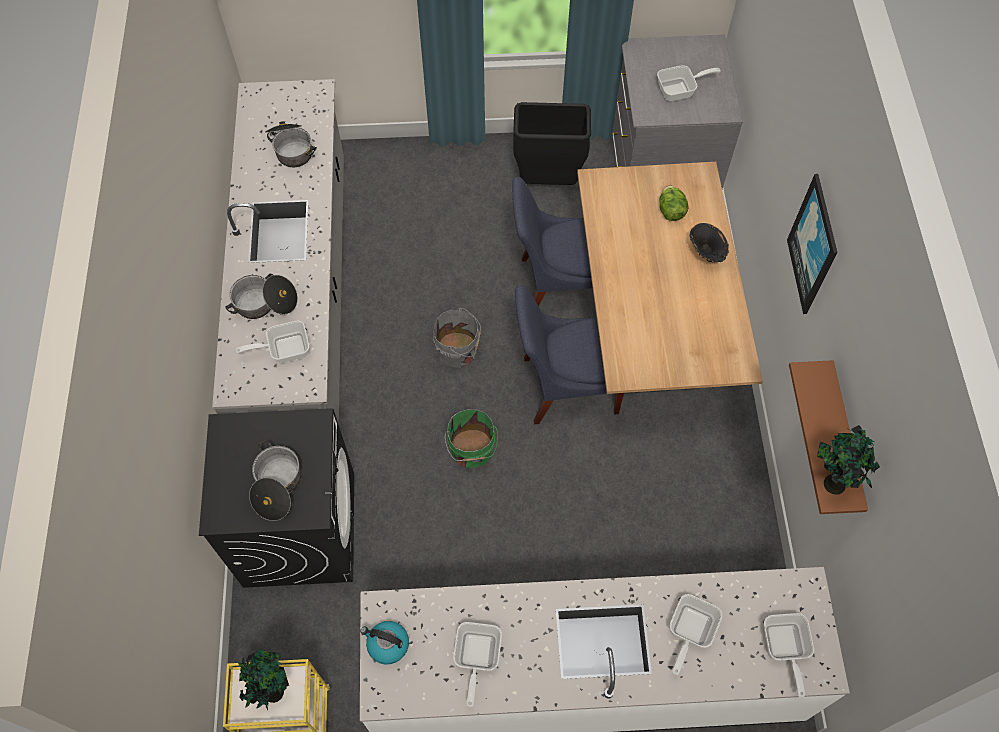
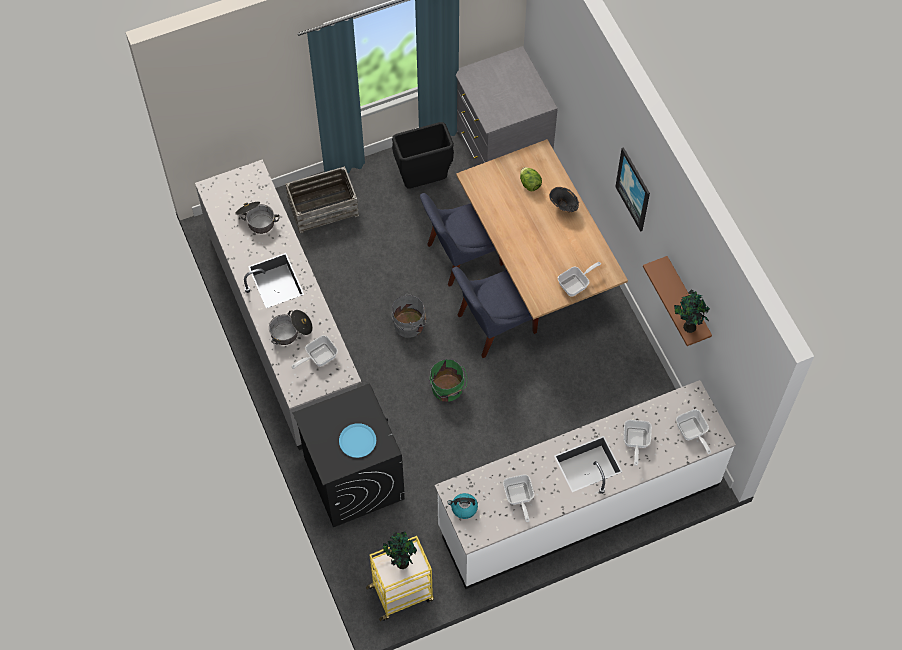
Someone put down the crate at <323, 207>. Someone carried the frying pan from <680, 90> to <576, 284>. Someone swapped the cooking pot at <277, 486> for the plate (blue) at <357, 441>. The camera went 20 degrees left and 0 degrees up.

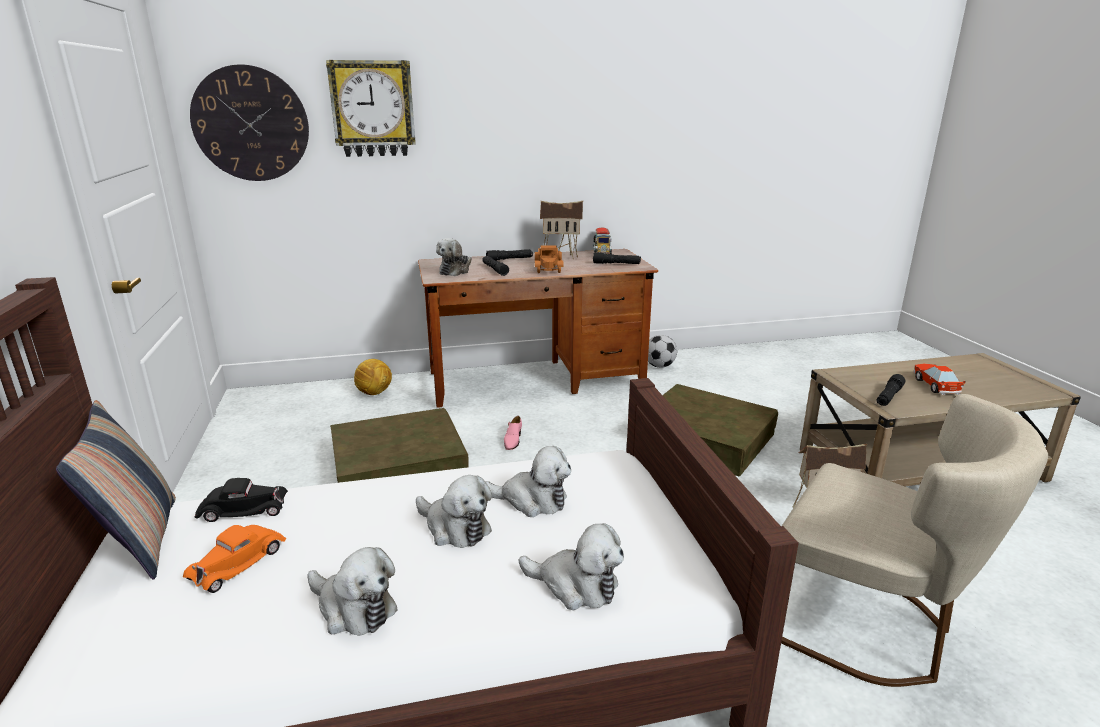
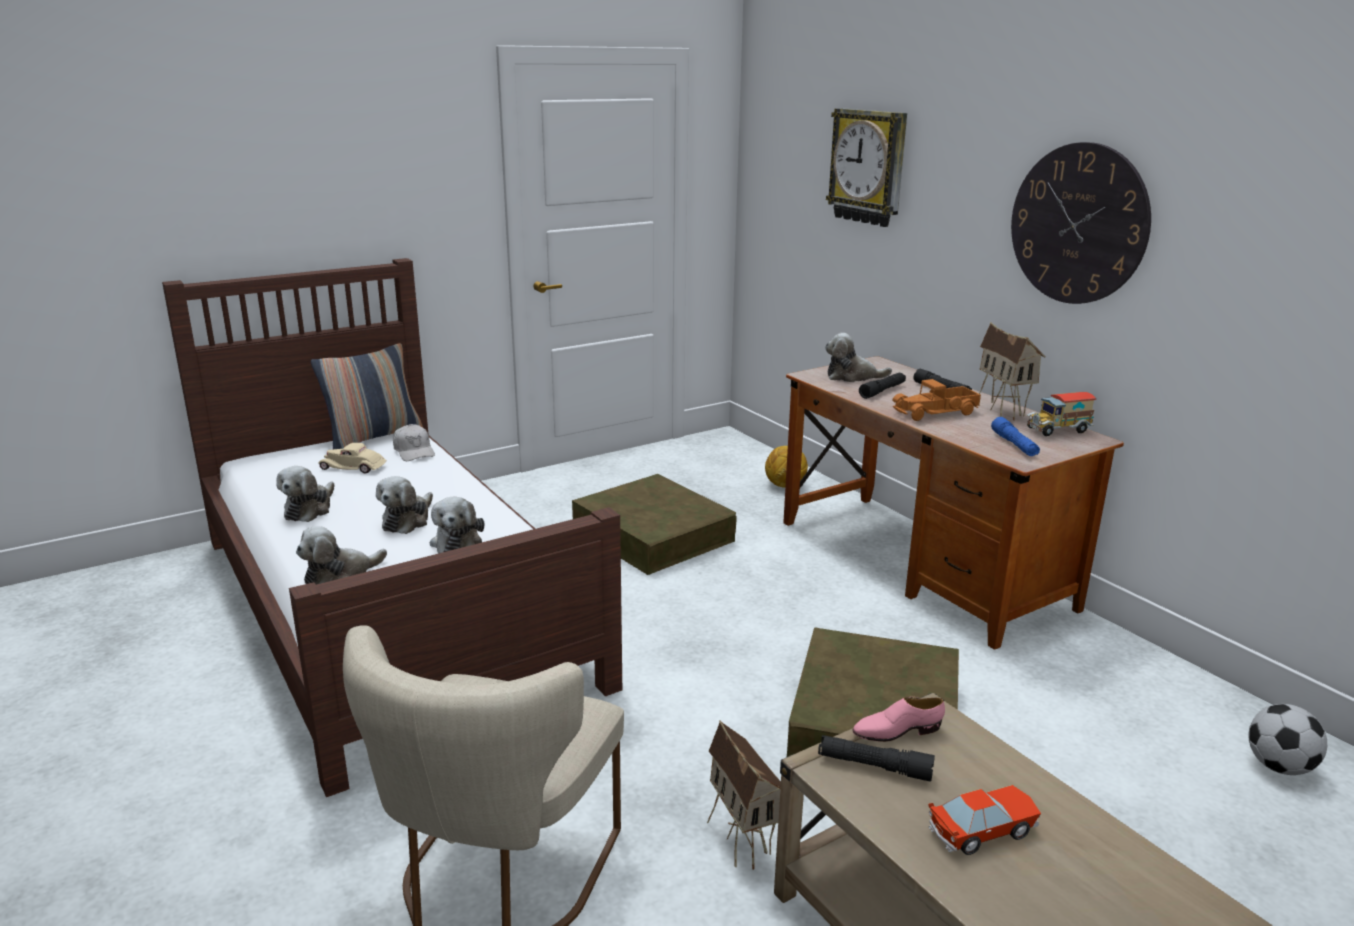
Someone carried the wall clock from <251, 124> to <1078, 224>. Someone carried the shoe (pink) from <512, 440> to <896, 731>. Someone carried the football from <660, 366> to <1279, 767>. Someone swapped the toy car (black) at <243, 509> for the cap (white) at <414, 451>. Someone repainted the toy car (orange) at <238, 562>, which became the toy car (beige) at <353, 467>. Someone repainted the flashlight (black) at <616, 264>, which became the flashlight (blue) at <1014, 445>. Someone rotated the plush toy at <576, 585> by 45 degrees clockwise. The camera went 70 degrees right and 0 degrees up.

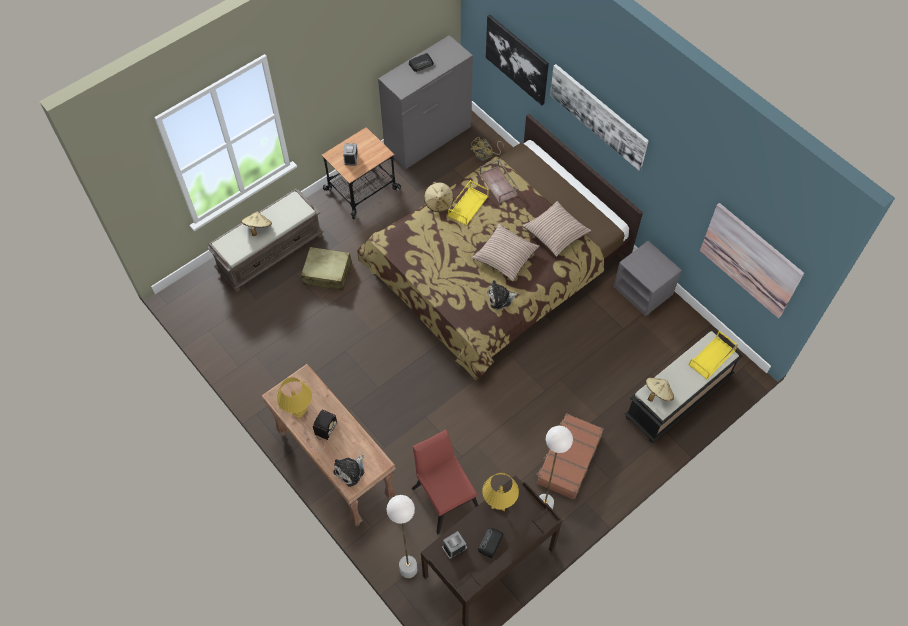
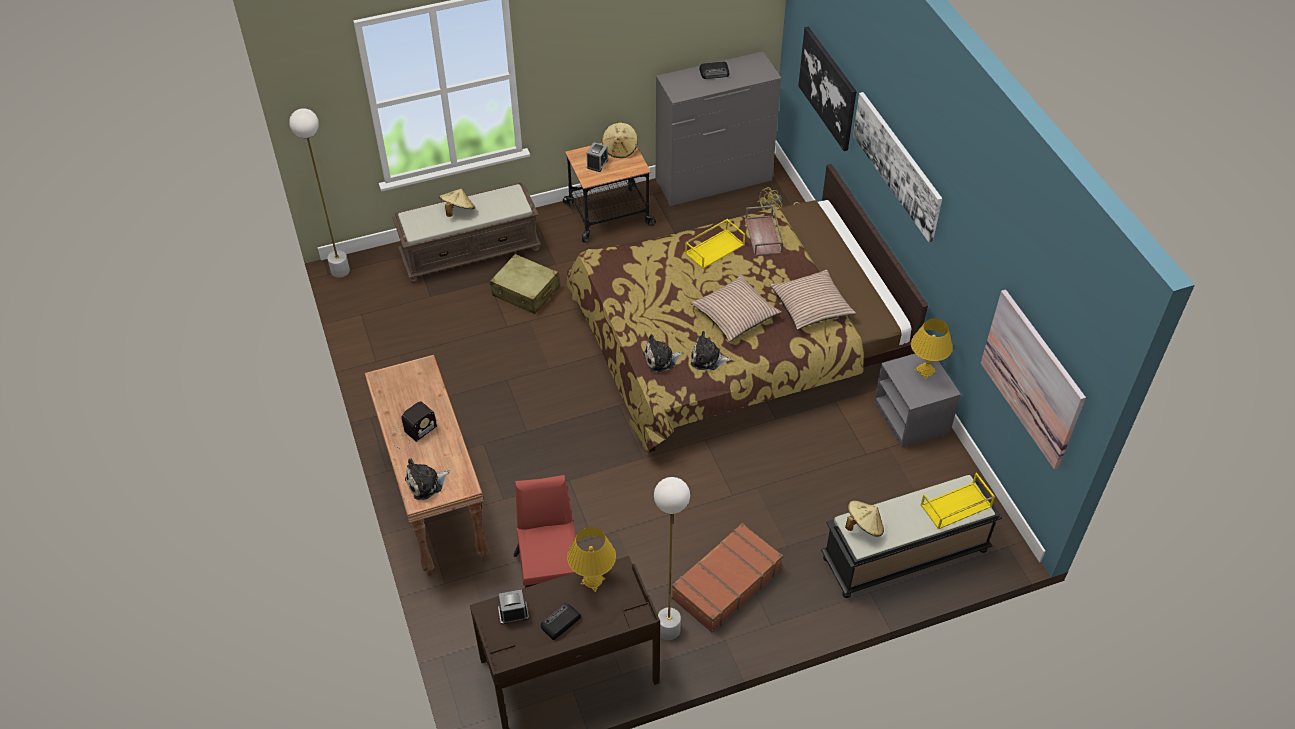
Someone put down the plush toy at <661, 359>. Someone carried the table lamp (yellow) from <298, 411> to <925, 371>. Someone carried the floor lamp (white) from <408, 569> to <340, 270>. Someone carried the hat (beige) from <439, 202> to <620, 149>. The camera went 20 degrees right and 10 degrees down.

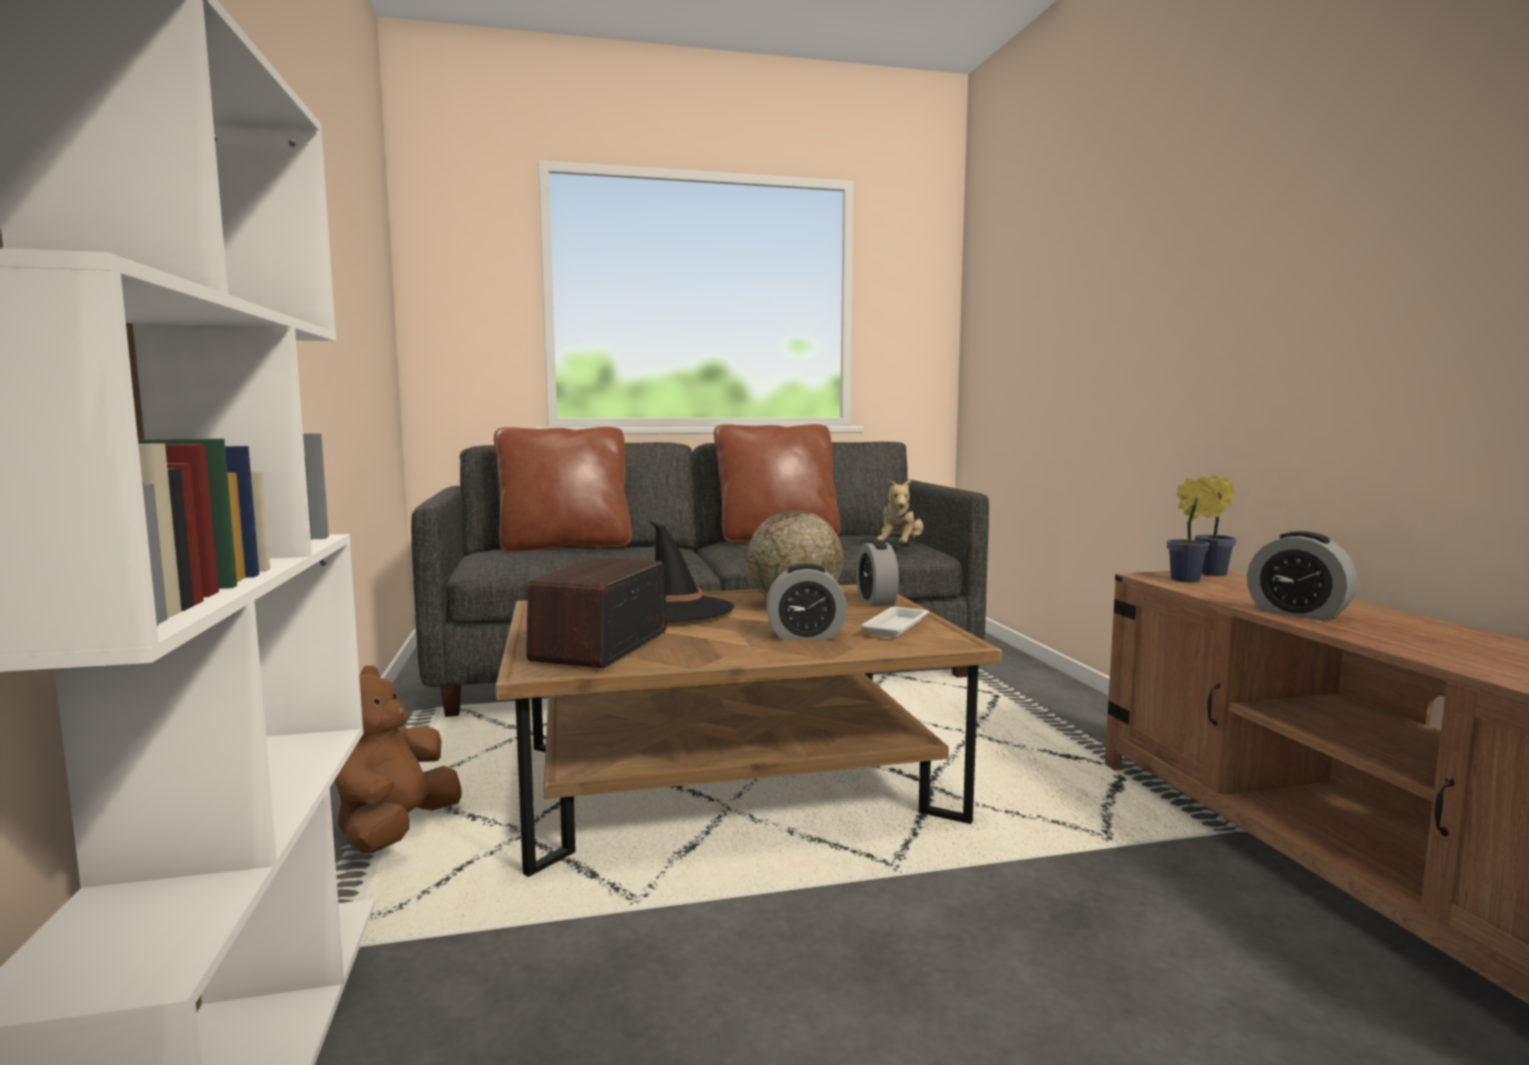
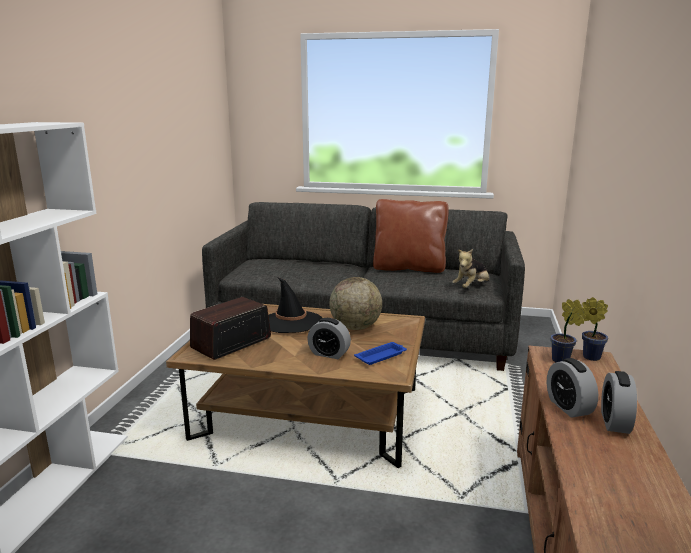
Someone took away the plush toy (brown) at <395, 831>. Someone took away the pillow (brown) at <565, 547>. Someone carried the alarm clock from <876, 601> to <614, 422>. Someone repainted the tray (white) at <896, 626>, which became the tray (blue) at <381, 356>. The camera went 25 degrees right and 10 degrees up.

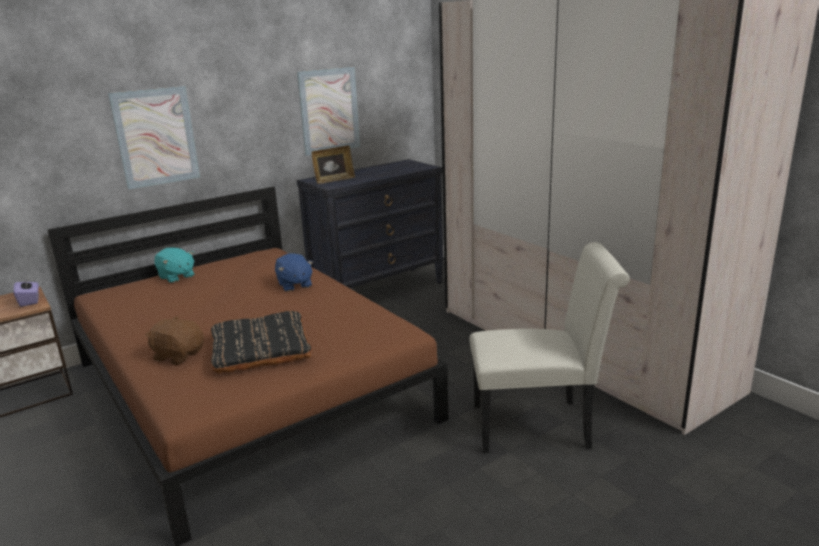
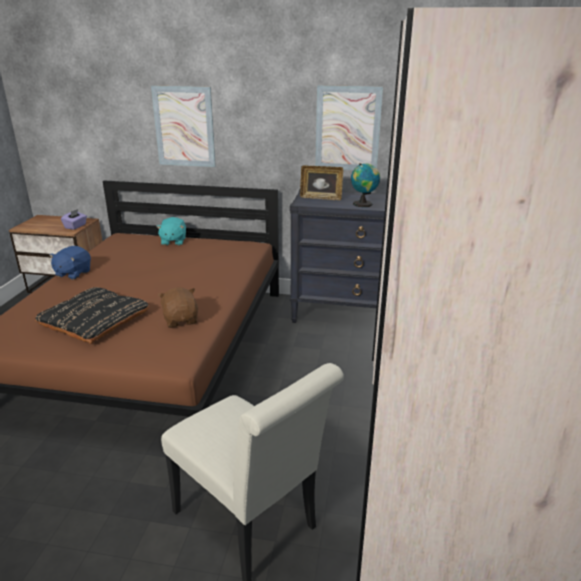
Someone put down the globe at <364, 204>. Someone carried the plush toy (brown) from <178, 355> to <181, 320>. Someone carried the plush toy (blue) from <294, 285> to <73, 273>. The camera went 45 degrees right and 5 degrees up.

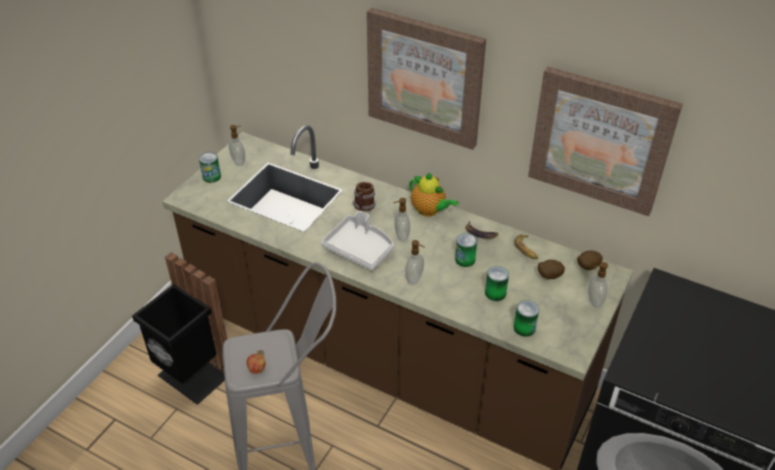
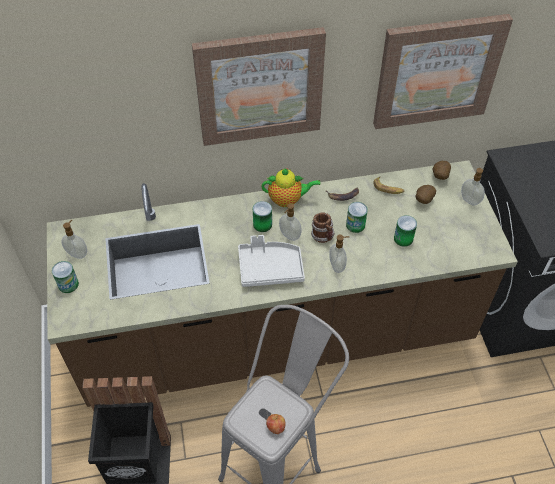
Someone carried the mug from <364, 207> to <323, 237>. Someone carried the can from <524, 328> to <262, 224>. The camera went 40 degrees left and 10 degrees up.

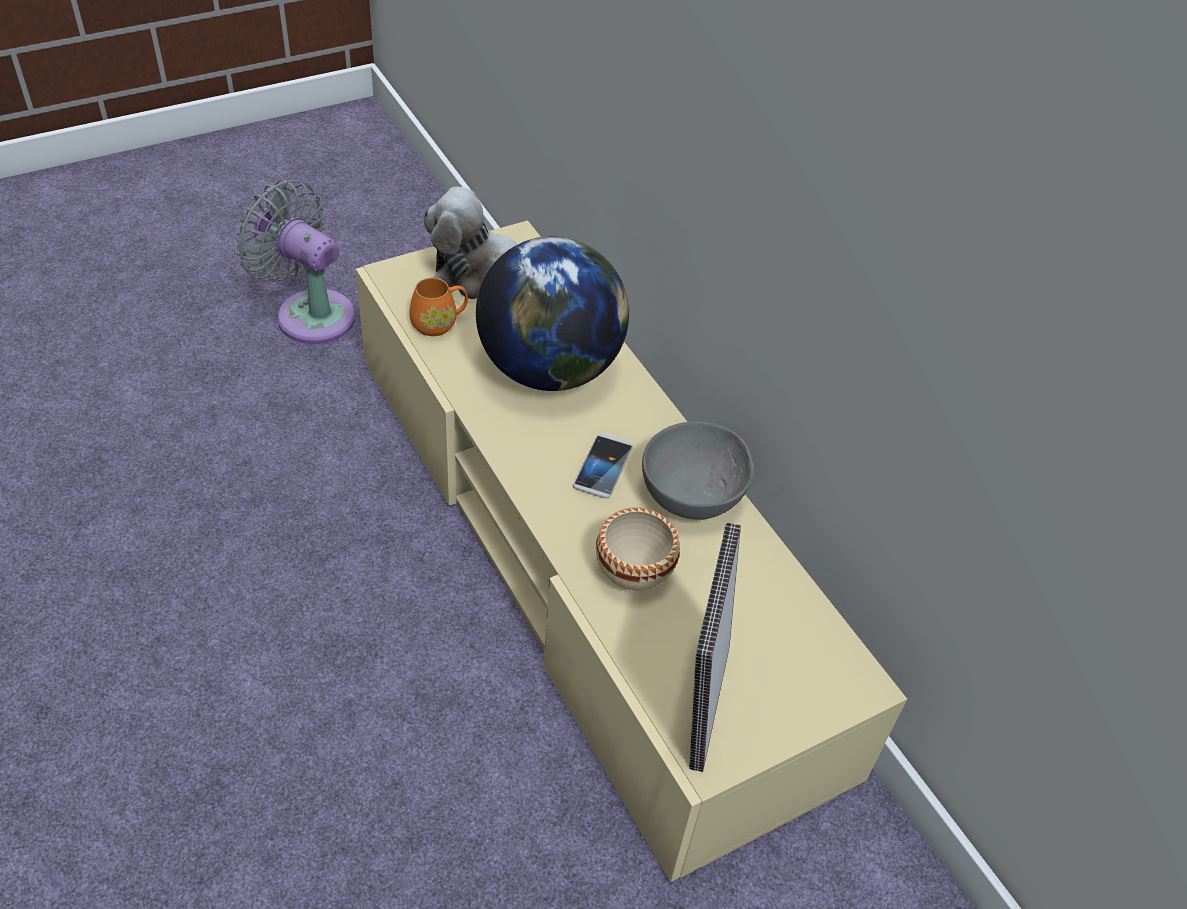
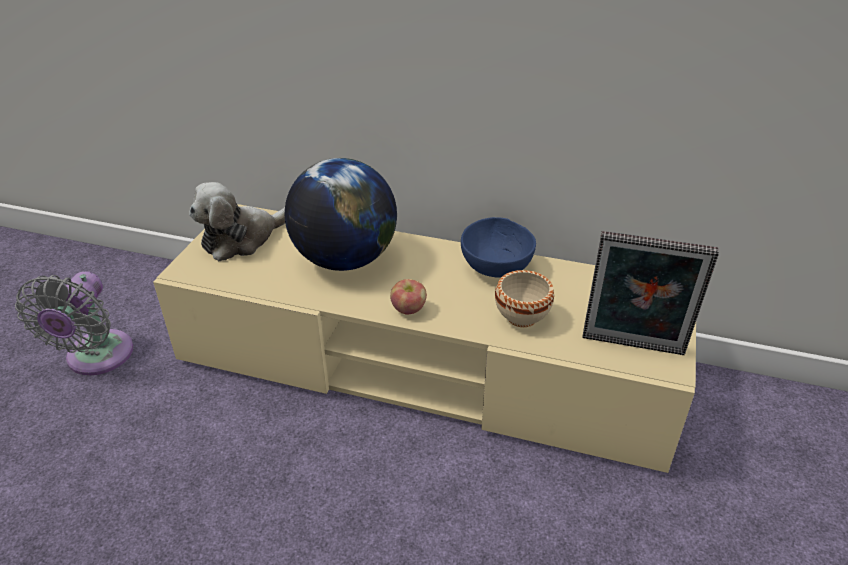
Someone took away the mug (orange) at <439, 323>. Someone took away the phone at <603, 467>. Someone put down the apple at <408, 309>. Someone repainted the bowl (grey) at <695, 495>, which became the bowl (blue) at <497, 266>. Someone rotated the fan (grey) at <310, 313> by 75 degrees counterclockwise. Someone rotated the picture frame at <700, 703> by 45 degrees counterclockwise. The camera went 40 degrees left and 10 degrees down.

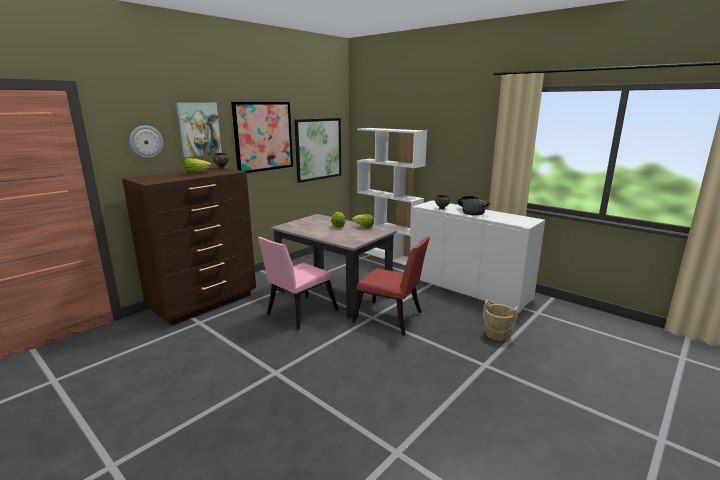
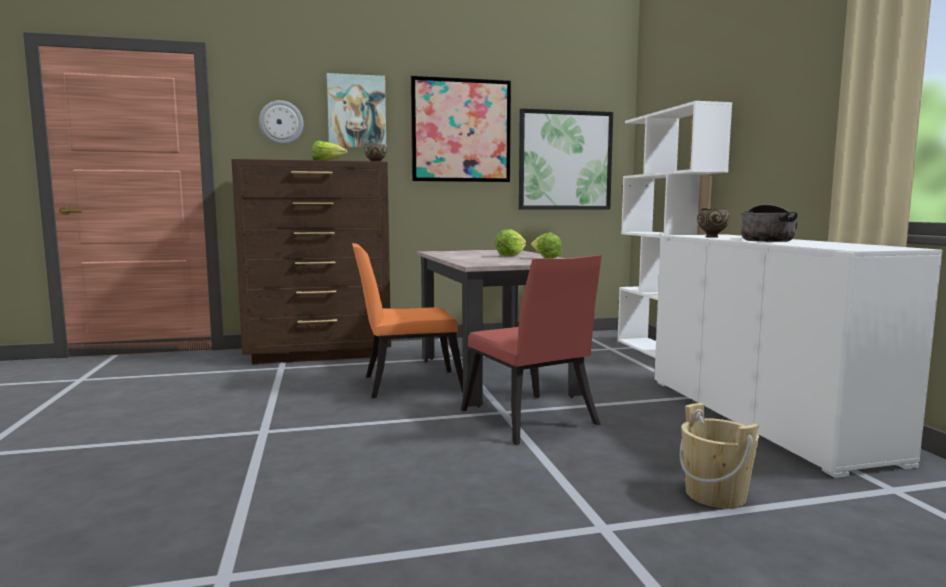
Someone repainted the chair (pink) at <298, 313>, which became the chair (orange) at <406, 384>. The camera went 35 degrees right and 10 degrees down.

